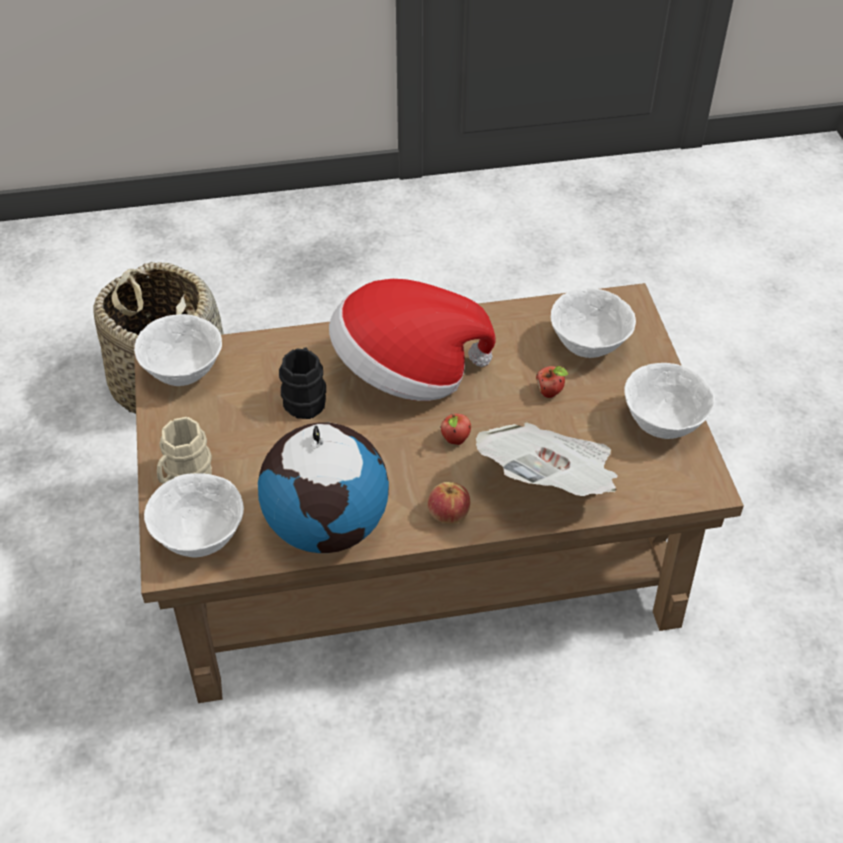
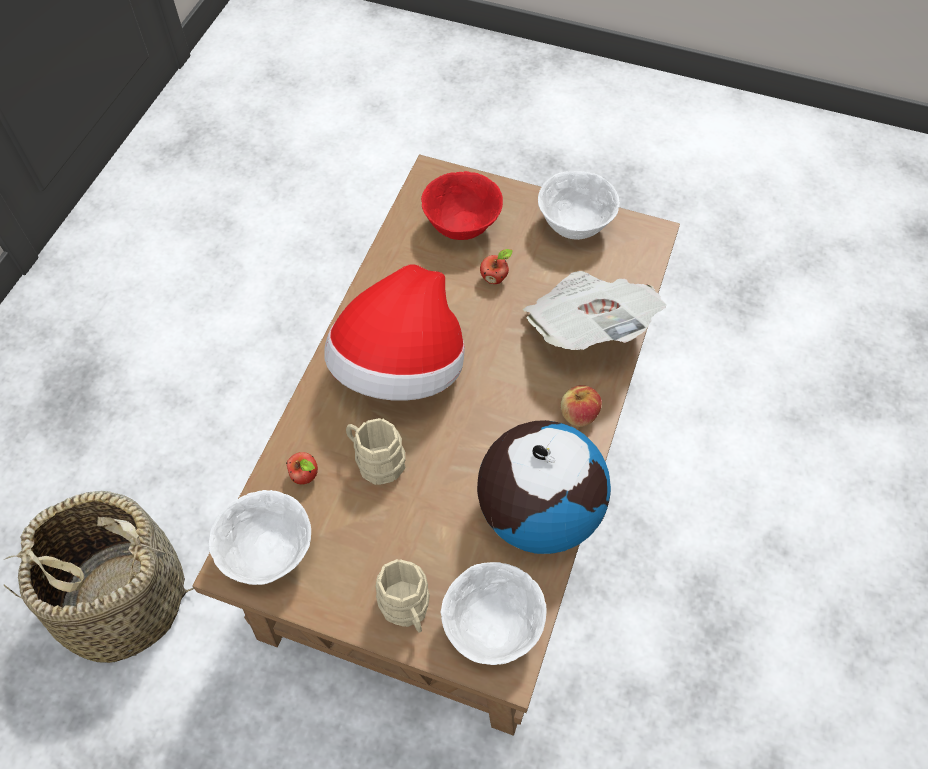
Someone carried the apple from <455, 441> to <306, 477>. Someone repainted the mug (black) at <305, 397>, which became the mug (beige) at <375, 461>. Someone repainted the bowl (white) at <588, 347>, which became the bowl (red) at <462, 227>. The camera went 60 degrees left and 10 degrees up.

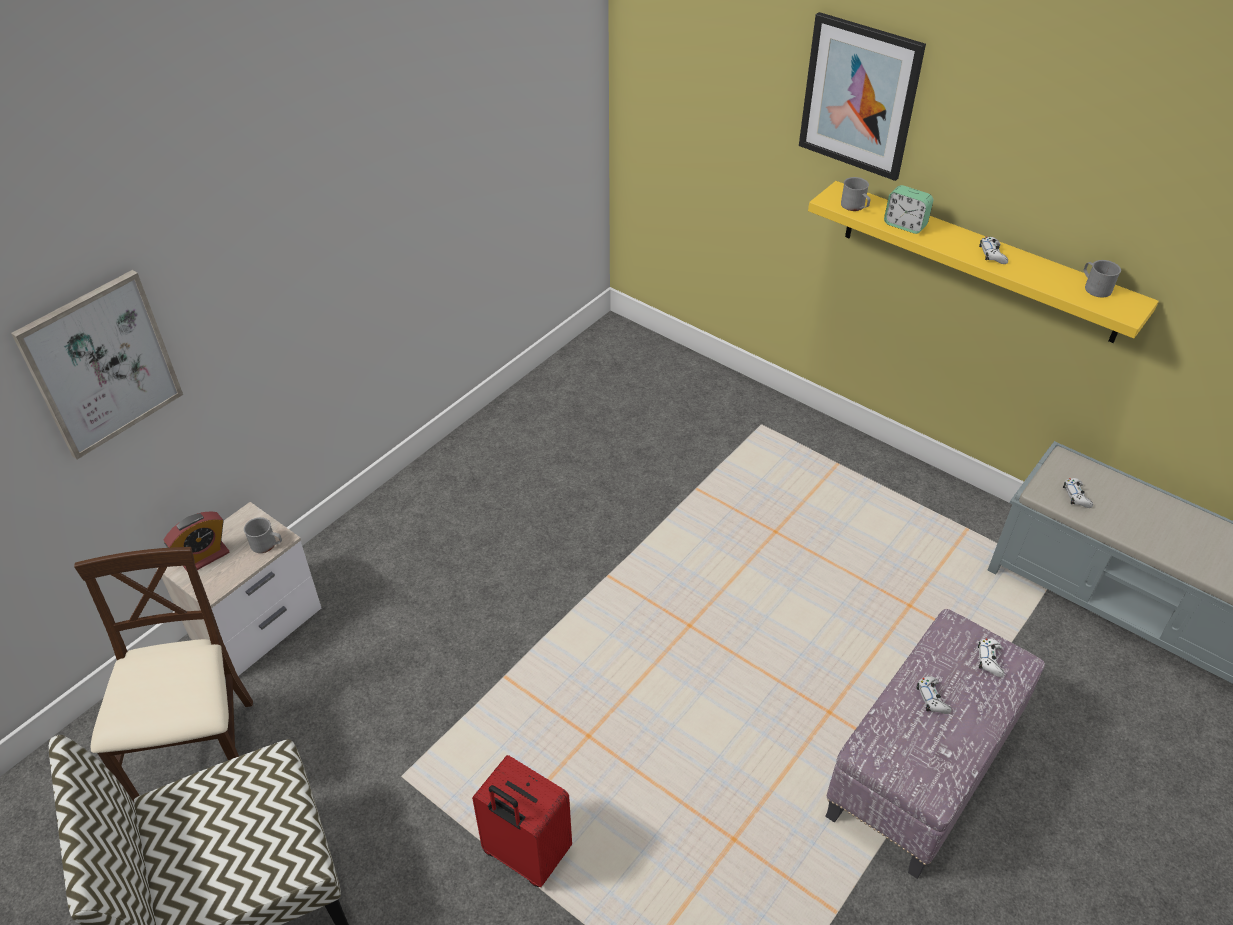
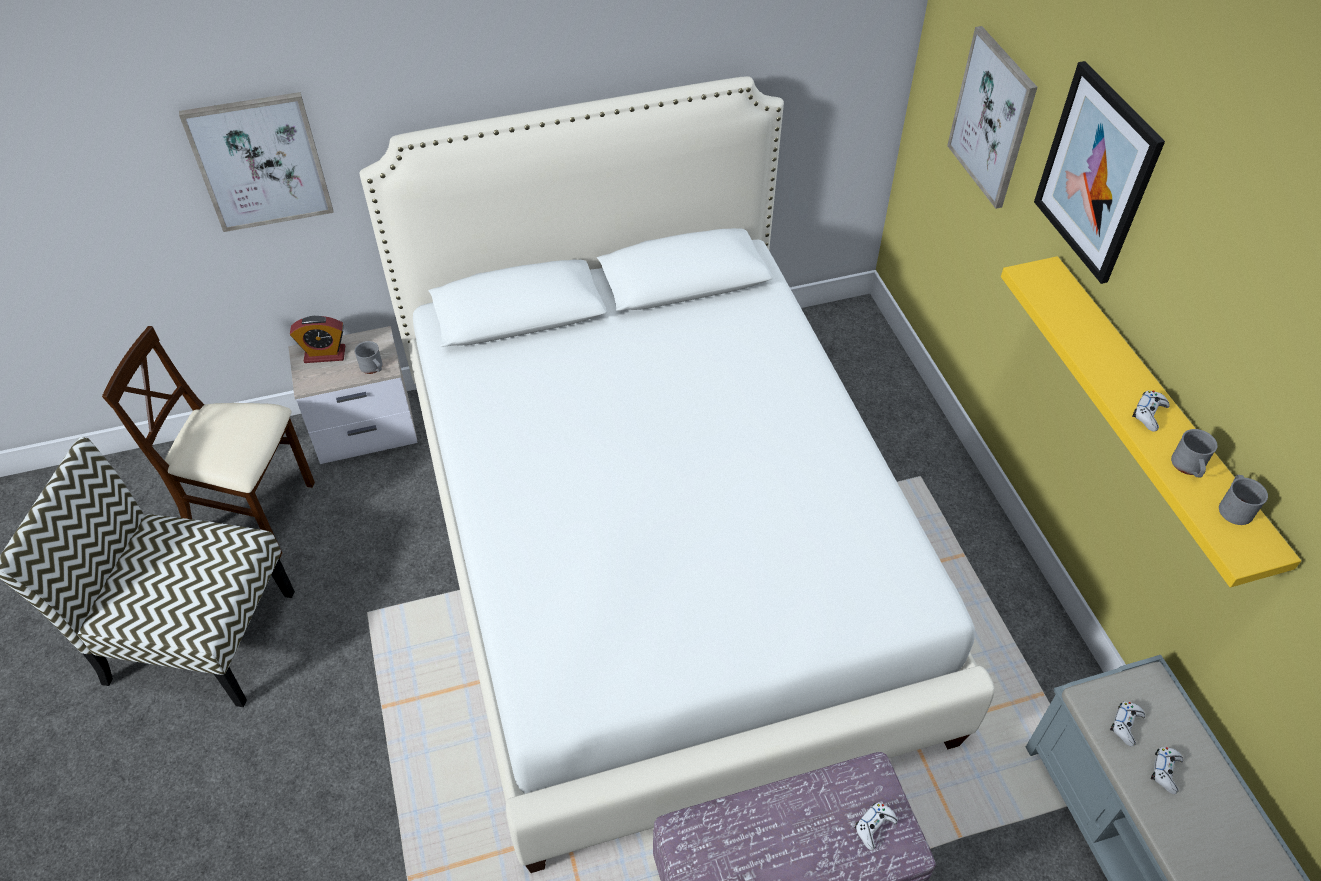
Someone took away the suitcase (red) at <525, 854>. Someone took away the alarm clock at <905, 225>. Someone put down the bed (white) at <661, 550>. Someone put up the picture at <992, 118>. Someone carried the mug (grey) from <855, 207> to <1189, 467>. Someone carried the game controller (white) from <932, 698> to <1165, 771>. Someone rotated the chair (beige) at <202, 758> by 105 degrees counterclockwise. The camera went 35 degrees right and 5 degrees up.

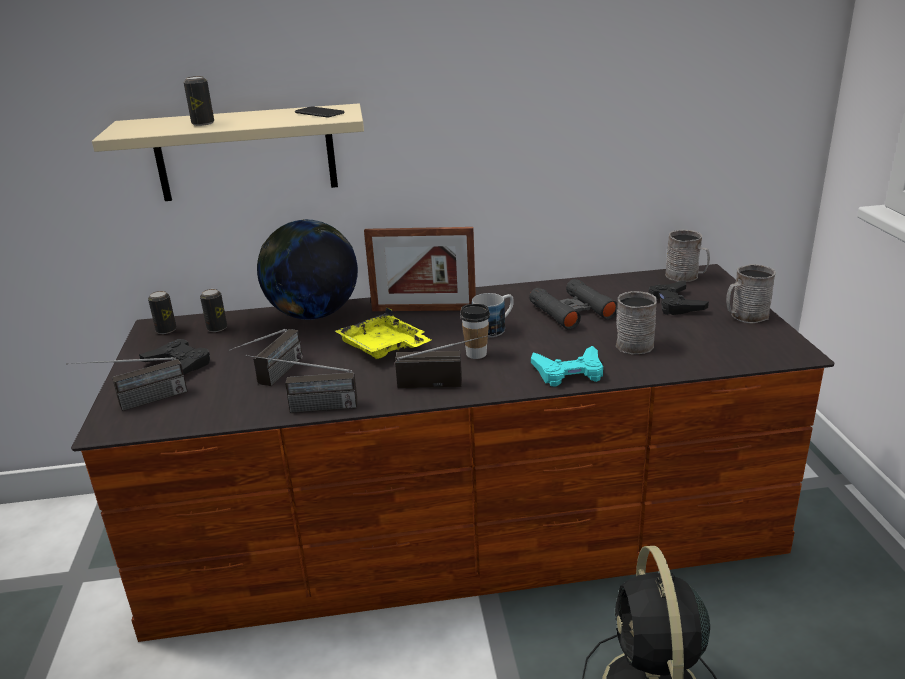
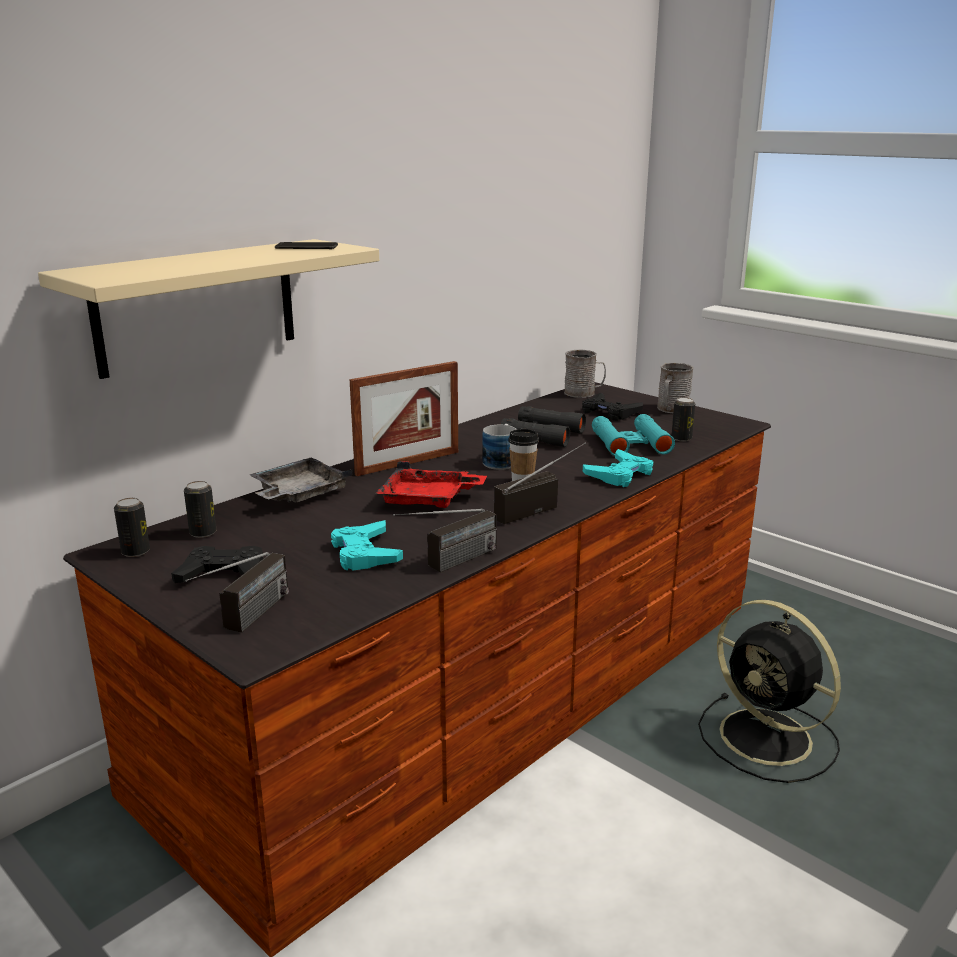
Someone carried the can from <203, 123> to <681, 438>. Someone swapped the radio at <273, 378> for the game controller (turquoise) at <365, 553>. Someone swapped the globe at <314, 315> for the tray (grey) at <299, 494>. Someone swapped the mug (grey) at <636, 343> for the binoculars (turquoise) at <630, 443>. Someone repainted the tray (yellow) at <384, 347>, which became the tray (red) at <428, 500>. The camera went 40 degrees left and 5 degrees down.

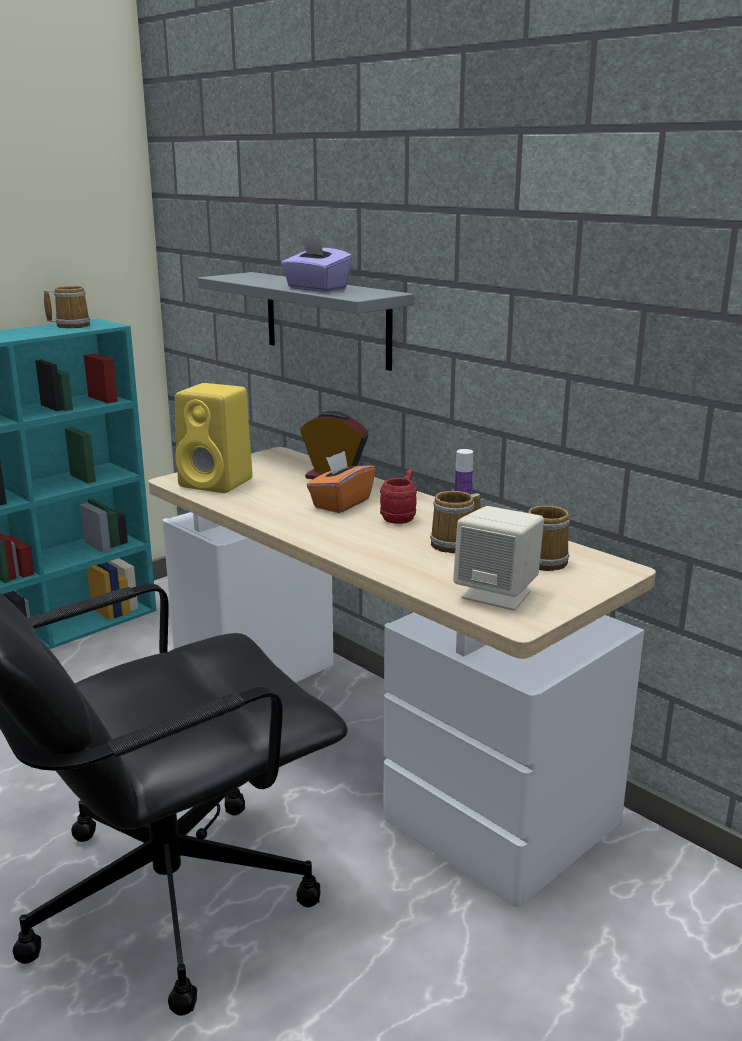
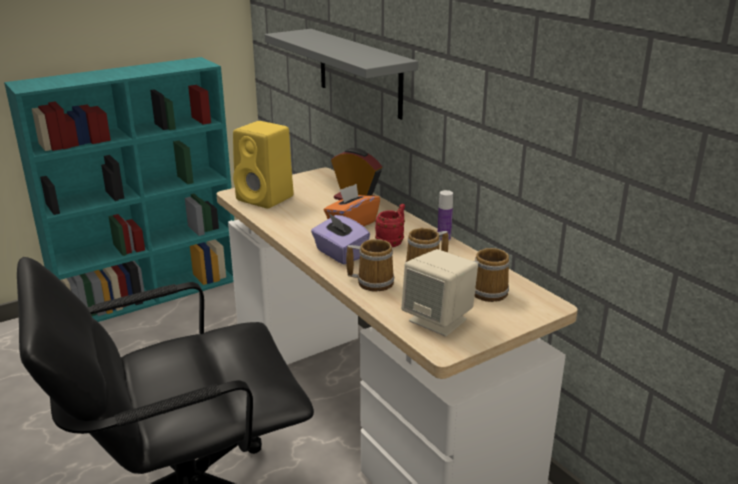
Someone carried the mug from <71, 325> to <373, 281>. Someone carried the tissue box (purple) from <316, 289> to <340, 254>. The camera went 10 degrees right and 5 degrees up.

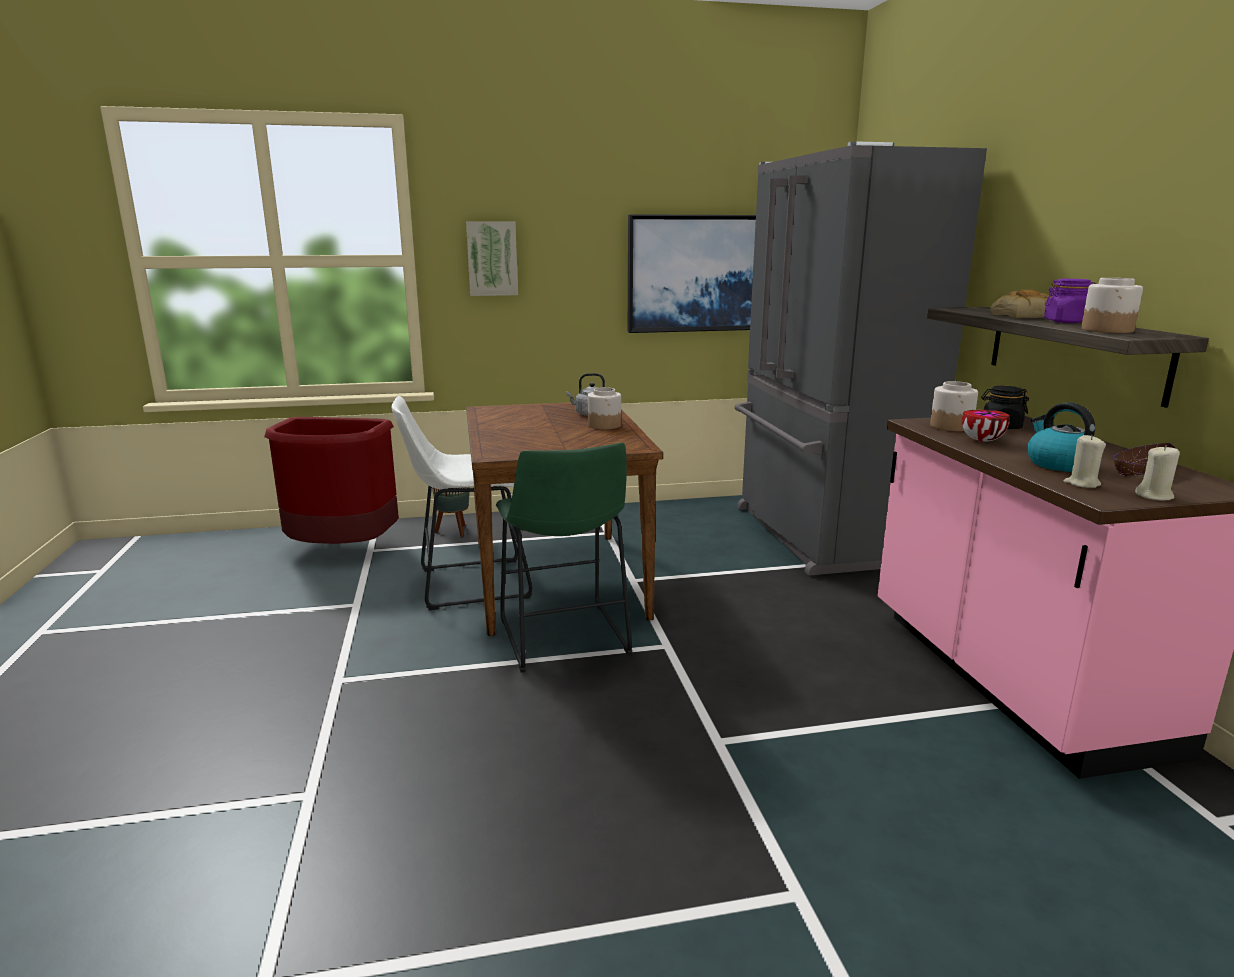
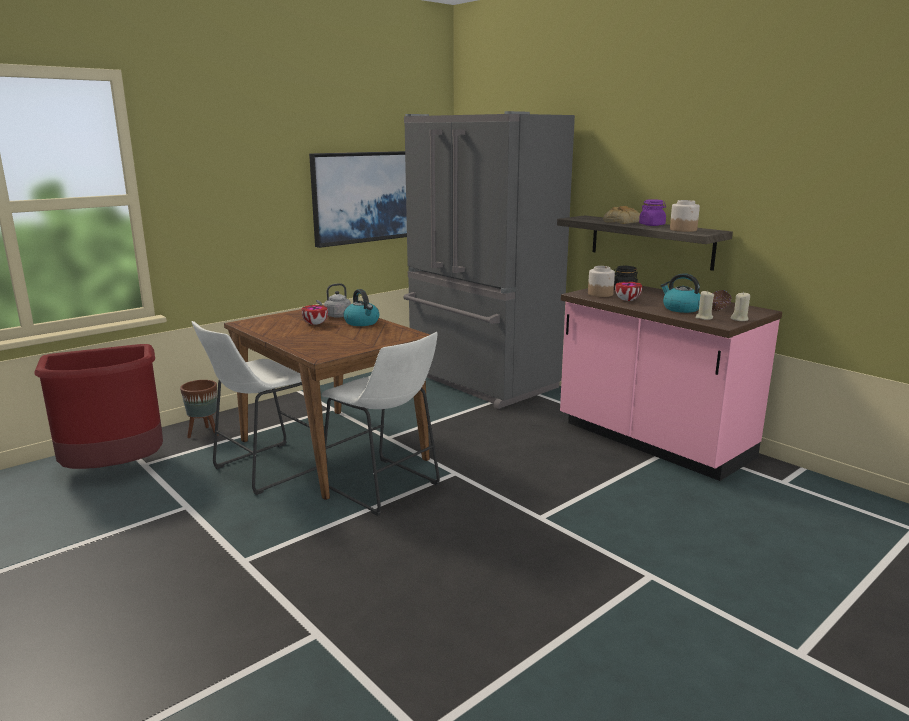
Someone took away the picture at <492, 258>. Someone put down the bowl at <315, 324>. Someone swapped the jar at <604, 425> for the kettle at <362, 322>. Someone repainted the stool (green) at <564, 640>, which became the stool (white) at <384, 488>. The camera went 30 degrees left and 0 degrees up.

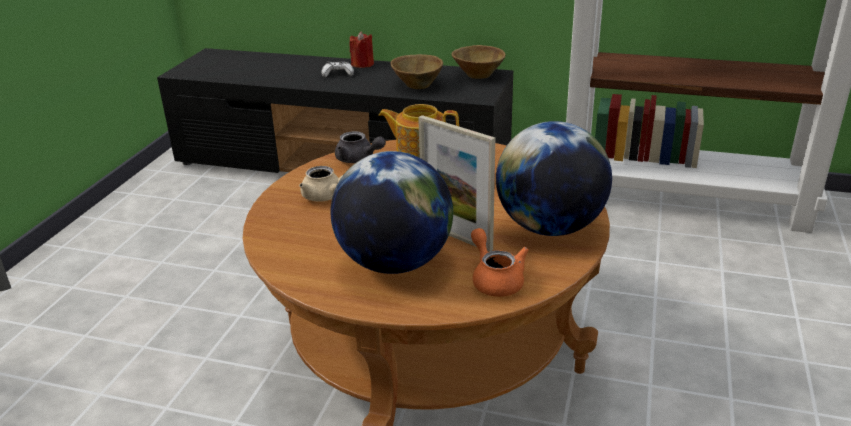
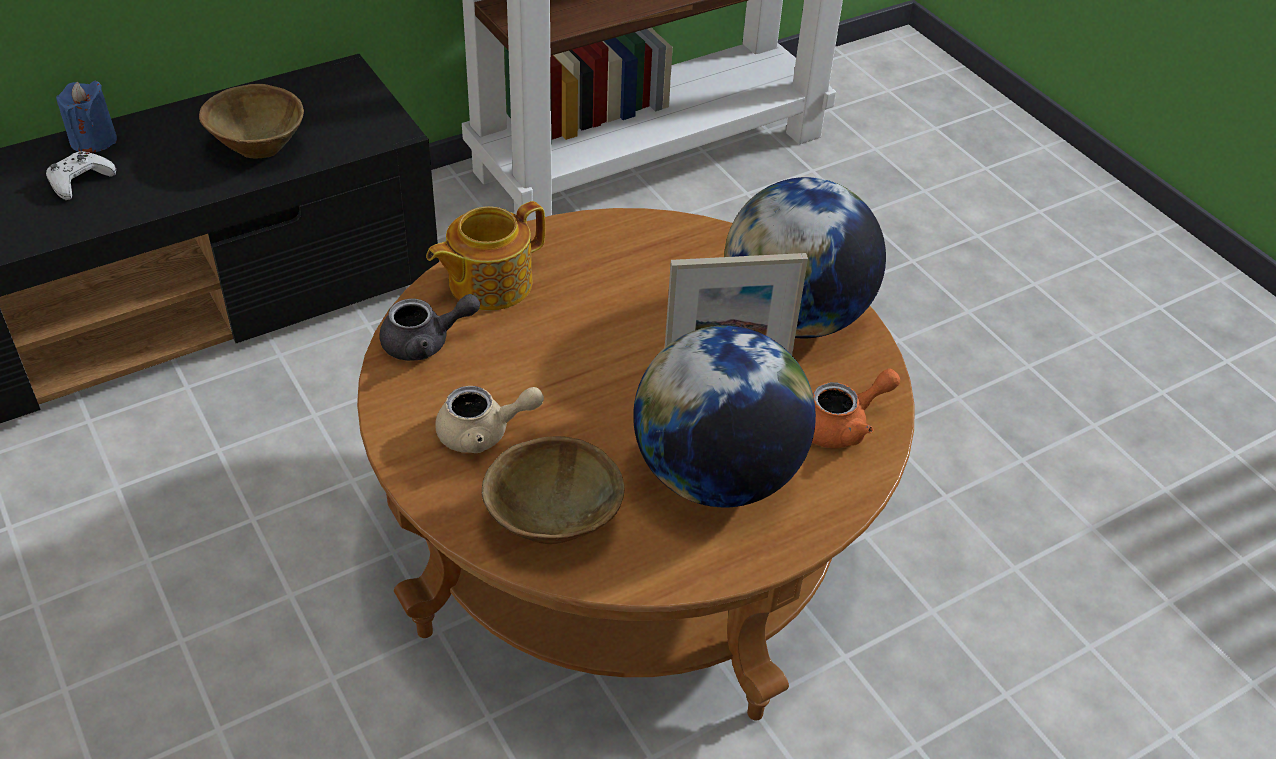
Someone carried the bowl (brown) from <477, 75> to <552, 523>. Someone repainted the candle (red) at <362, 64>, which became the candle (blue) at <93, 140>. Someone rotated the teapot (orange) at <495, 280> by 135 degrees clockwise. The camera went 50 degrees left and 15 degrees up.

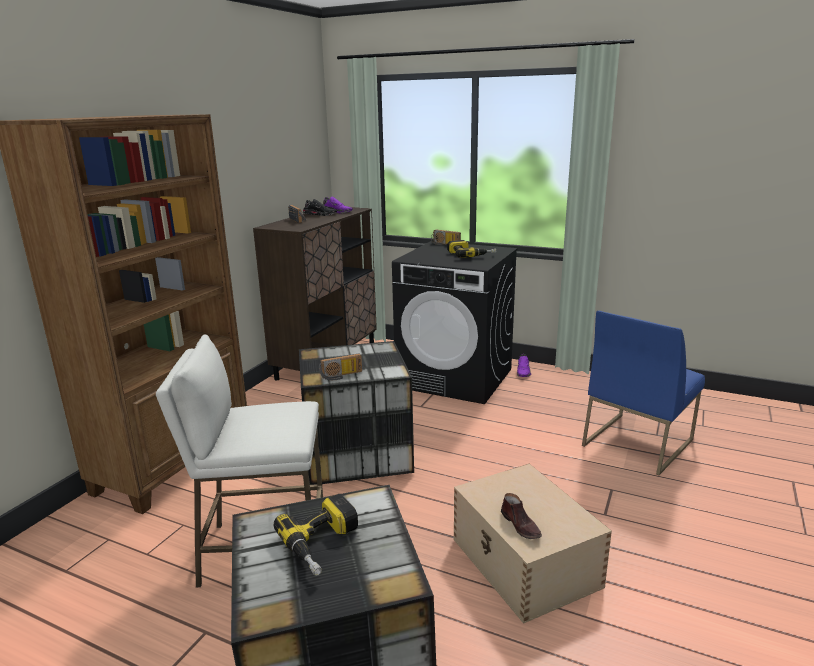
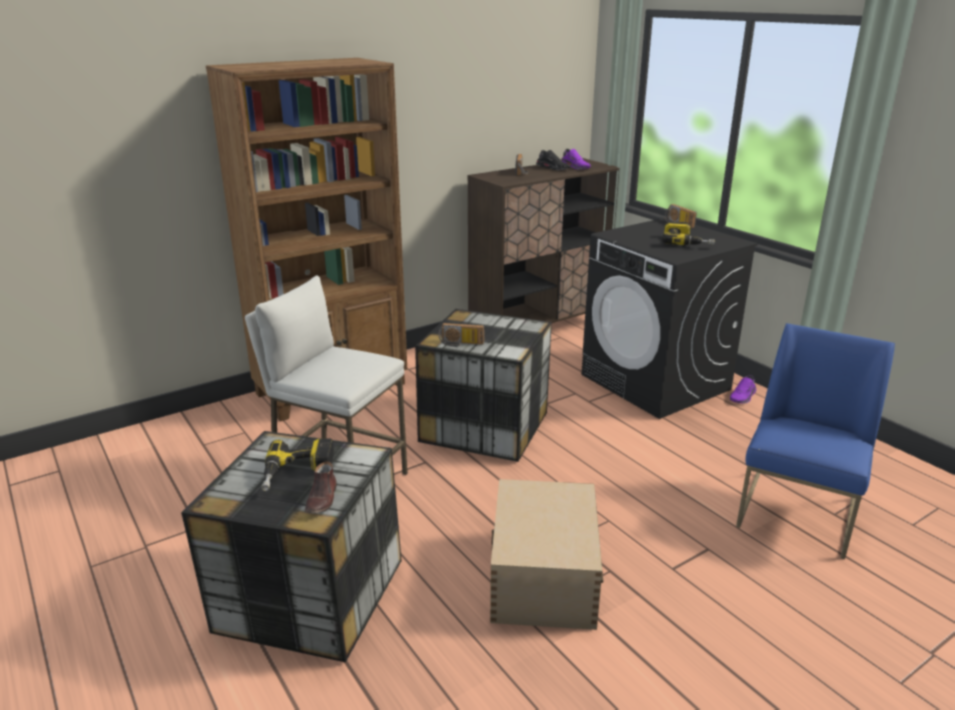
Someone carried the shoe (brown) from <521, 526> to <322, 499>. Someone rotated the chair (blue) at <637, 442> by 135 degrees clockwise. The camera went 30 degrees right and 5 degrees up.

